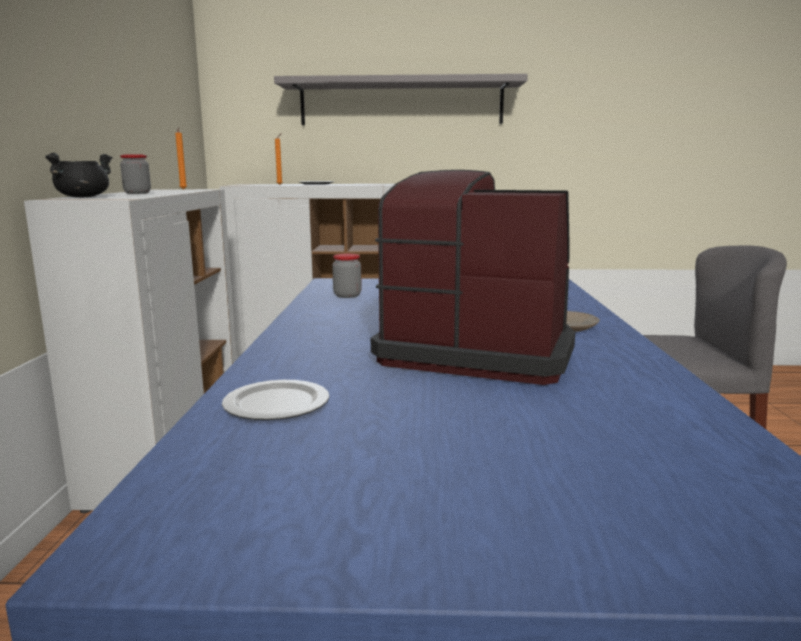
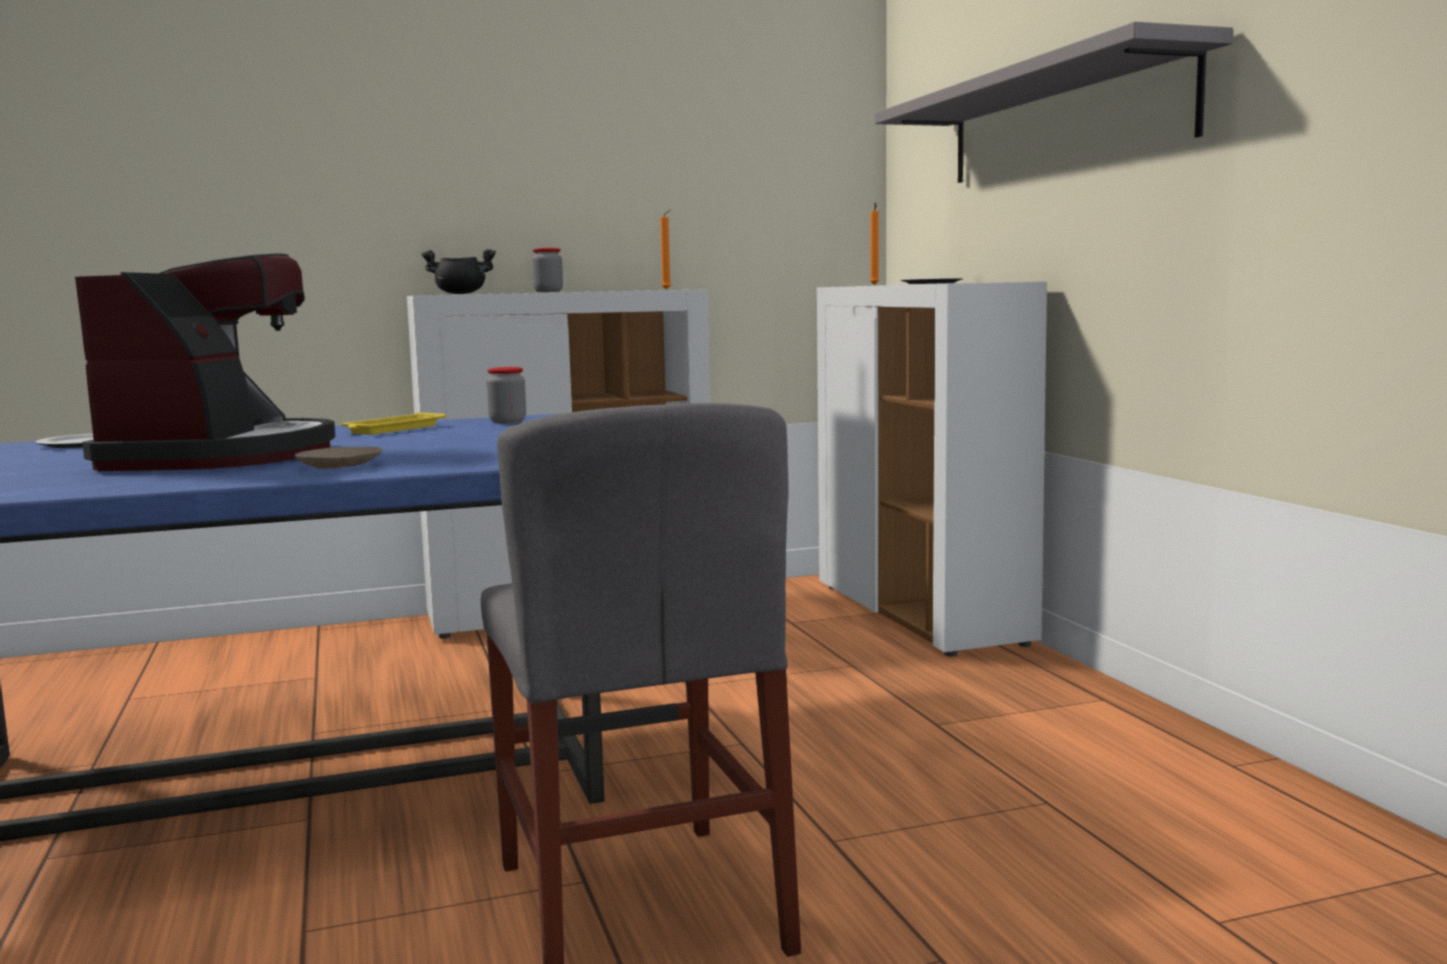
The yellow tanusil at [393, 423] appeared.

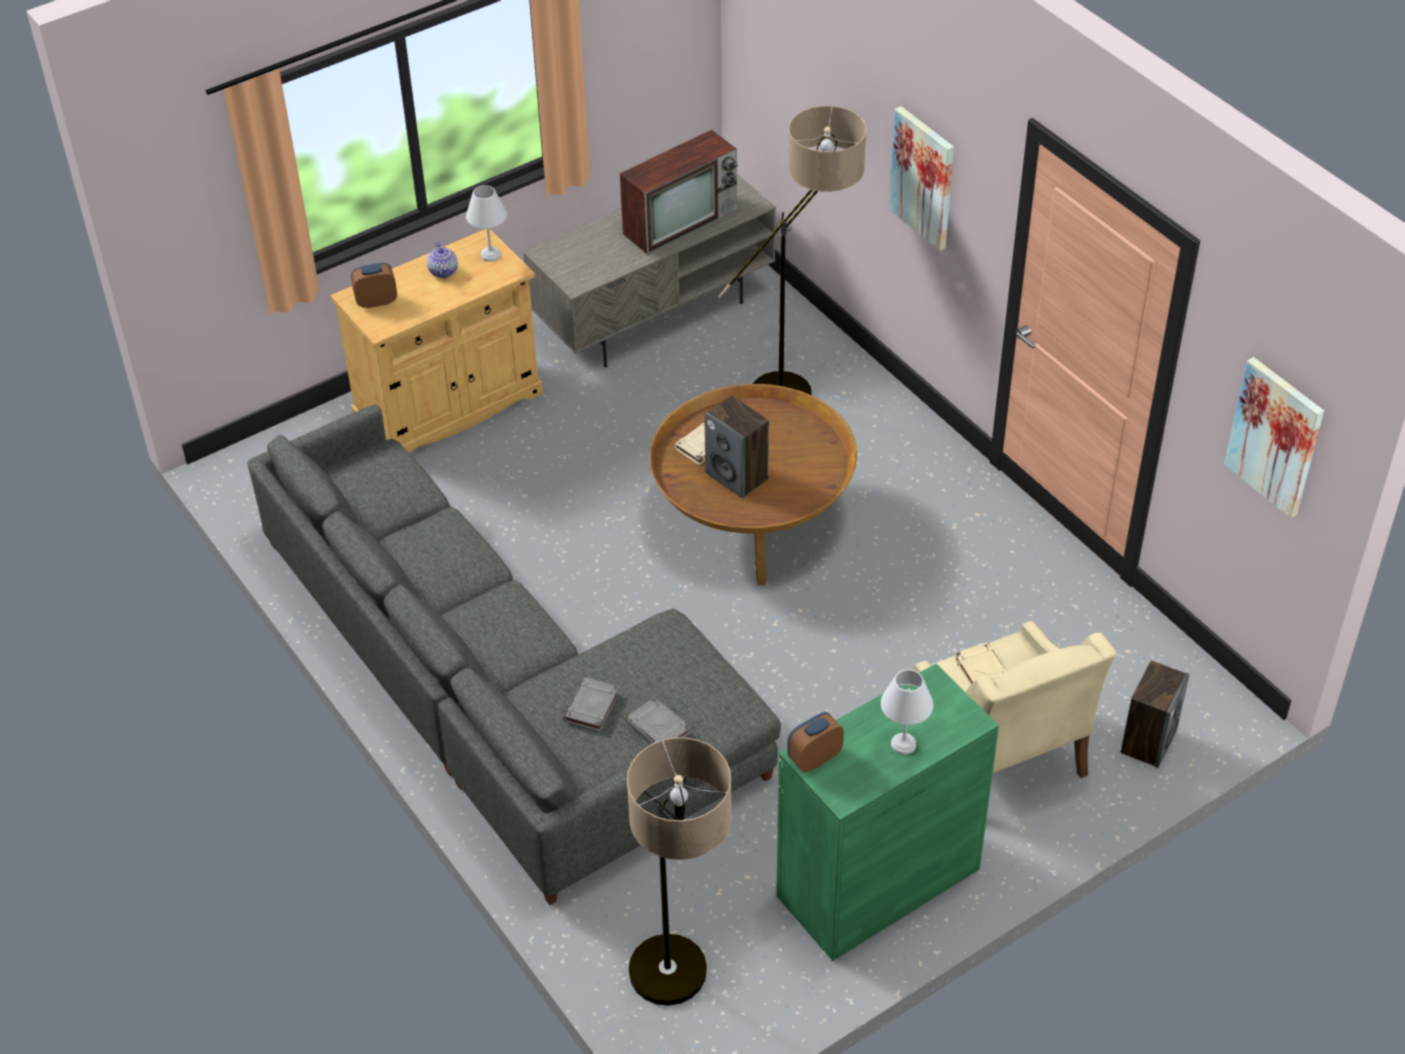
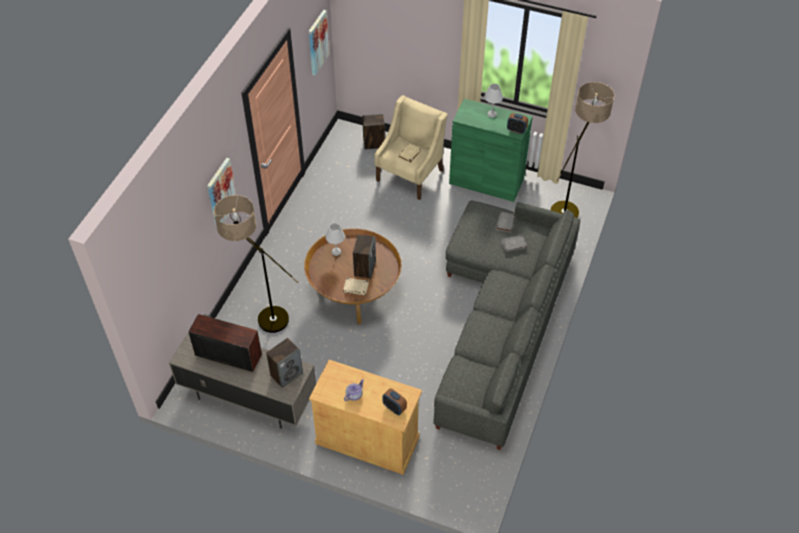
The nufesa at [284, 363] appeared.
The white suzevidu moved from [486, 223] to [335, 239].

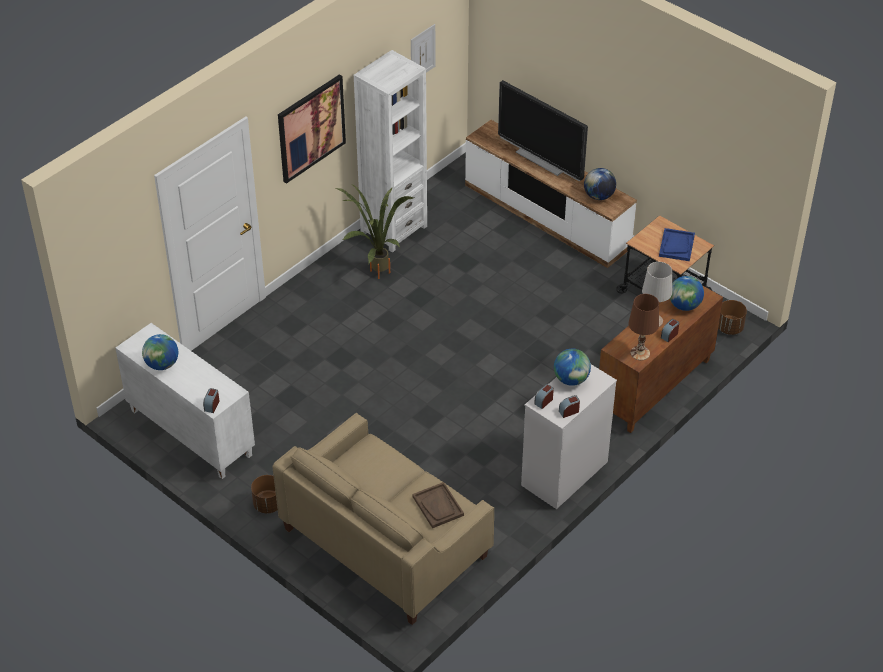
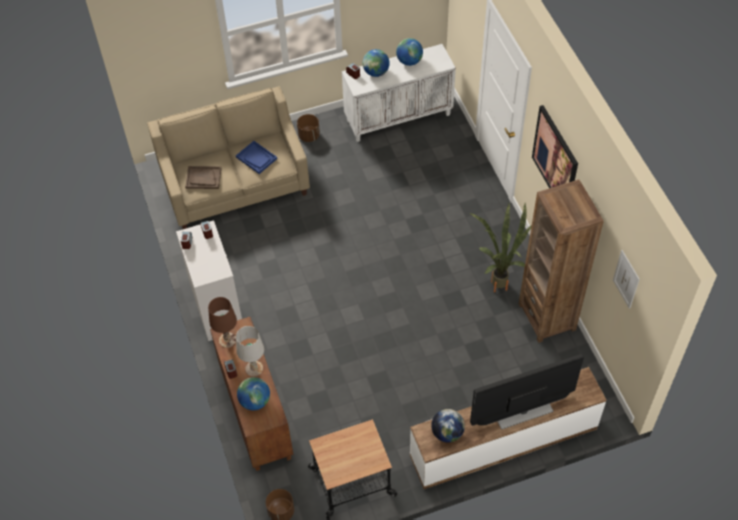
The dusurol moved from [572, 367] to [376, 63].
The blue tanusil moved from [677, 244] to [256, 157].
The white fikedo at [390, 151] became the brown fikedo at [561, 261].

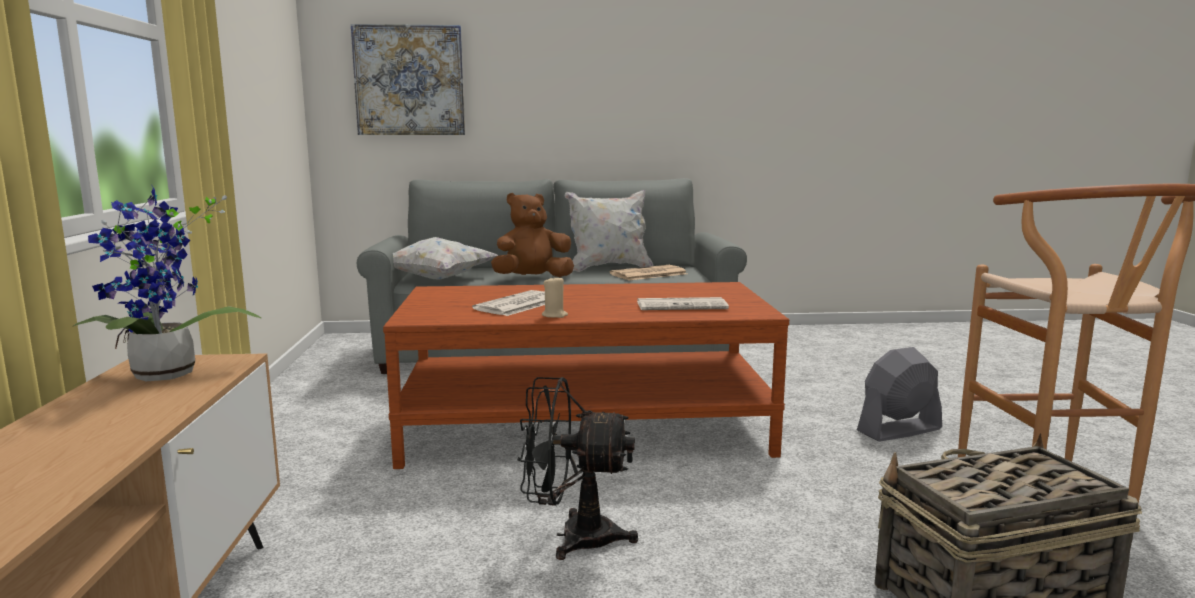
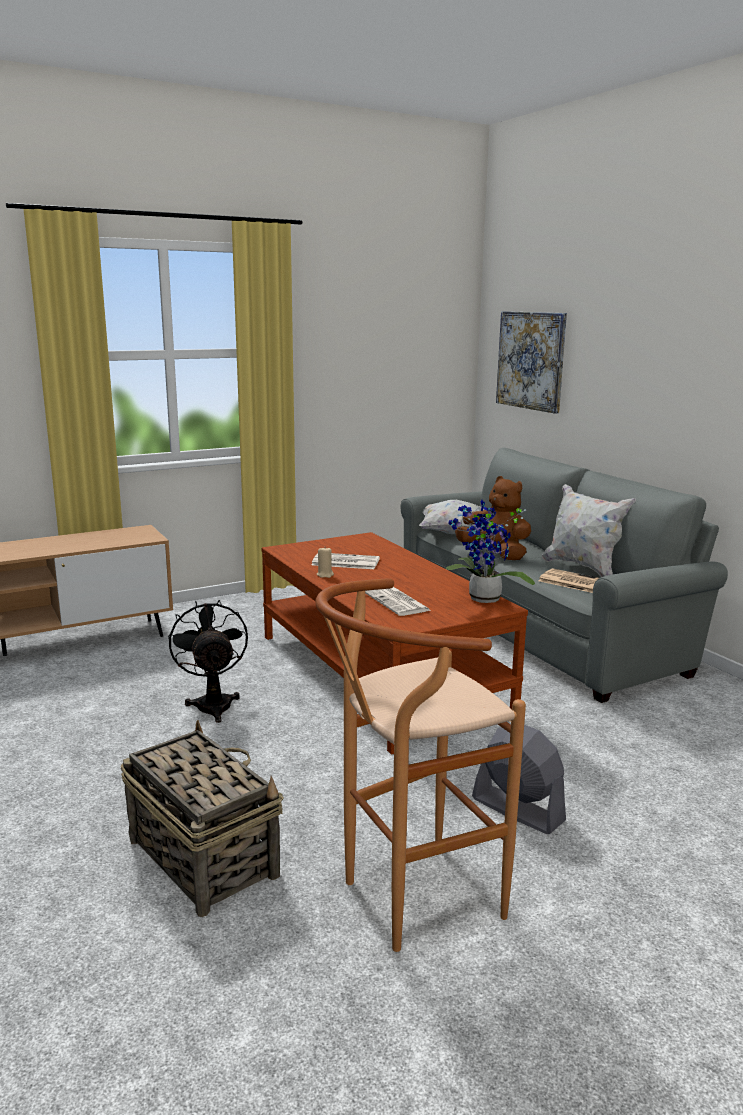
The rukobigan moved from [166, 282] to [490, 551].

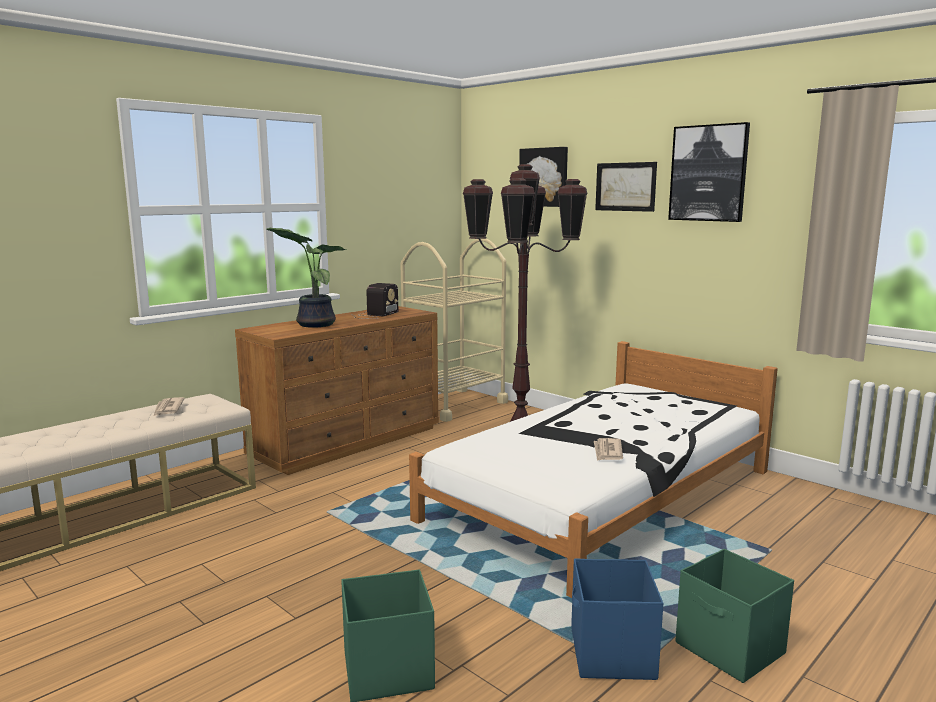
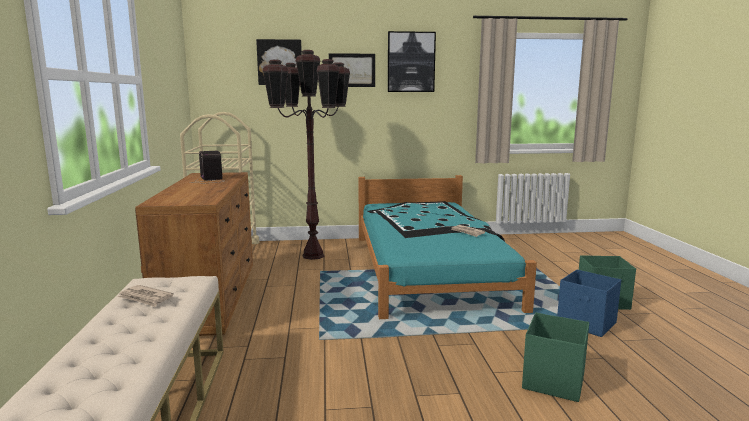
The rukobigan at [306, 278] disappeared.
The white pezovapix at [593, 469] became the turquoise pezovapix at [447, 247].

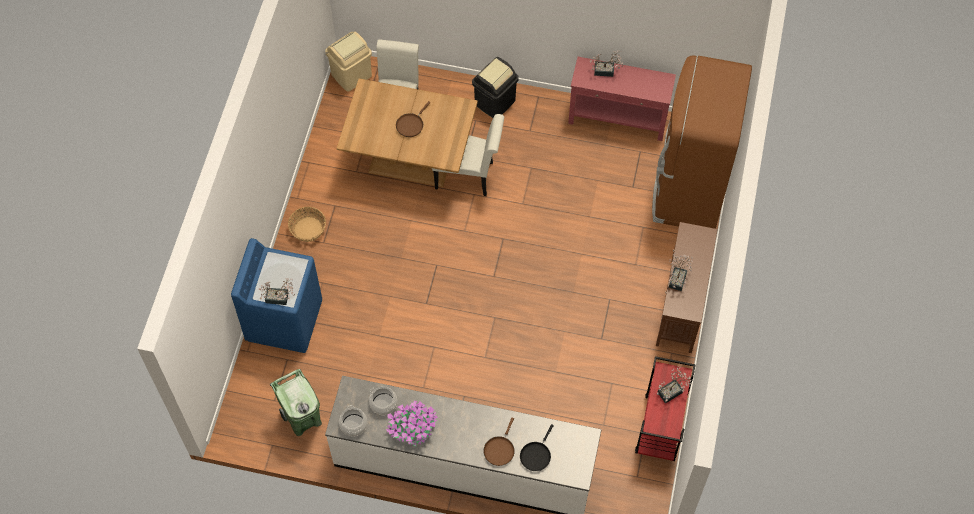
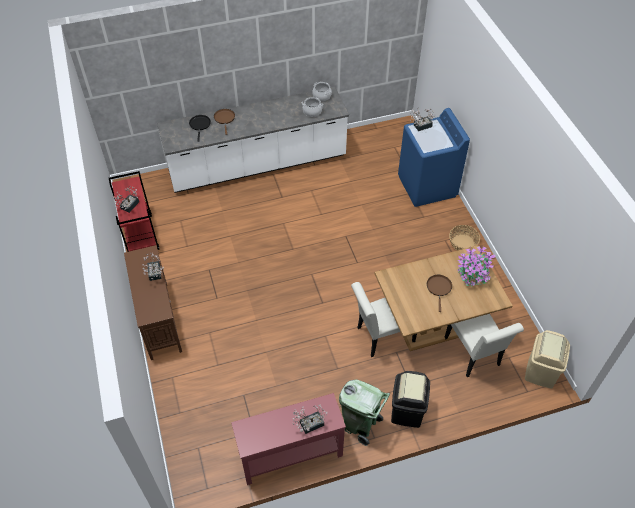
The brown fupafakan at [702, 142] disappeared.
The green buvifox moved from [296, 402] to [364, 412].
The rukobigan moved from [412, 423] to [476, 266].

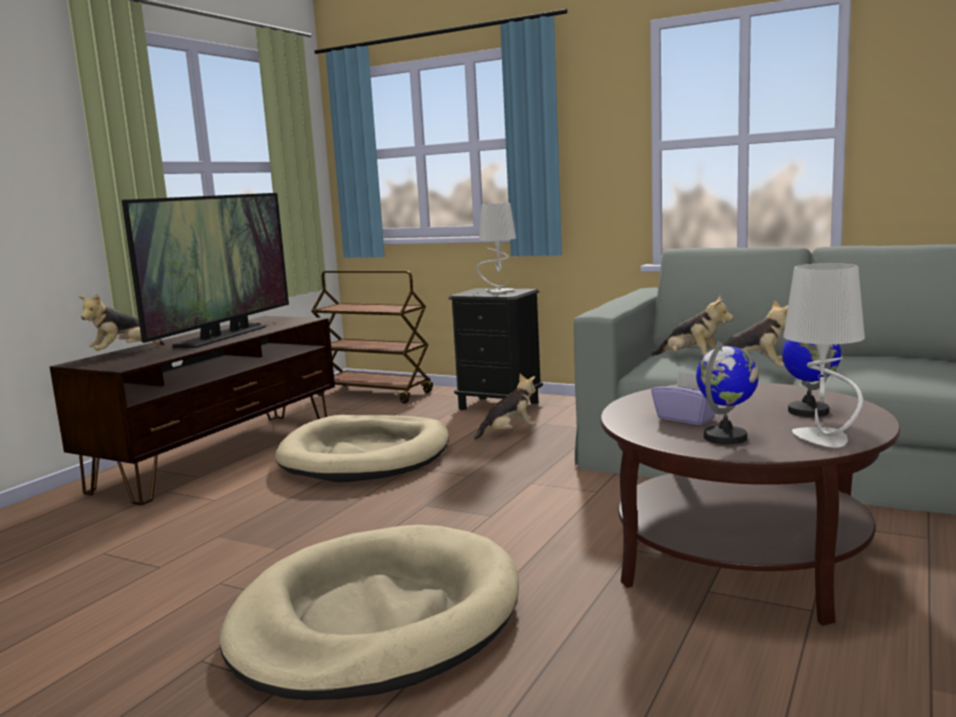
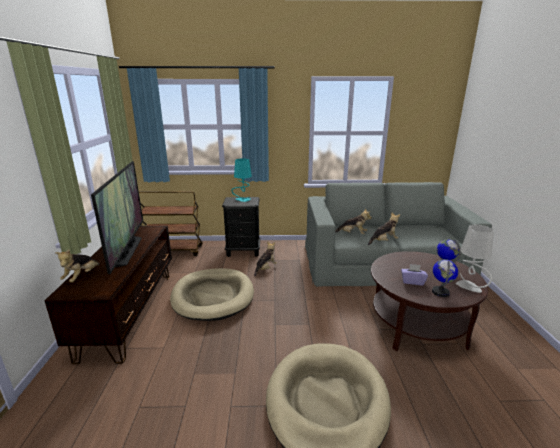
The grey suzevidu at [496, 248] became the turquoise suzevidu at [241, 180].

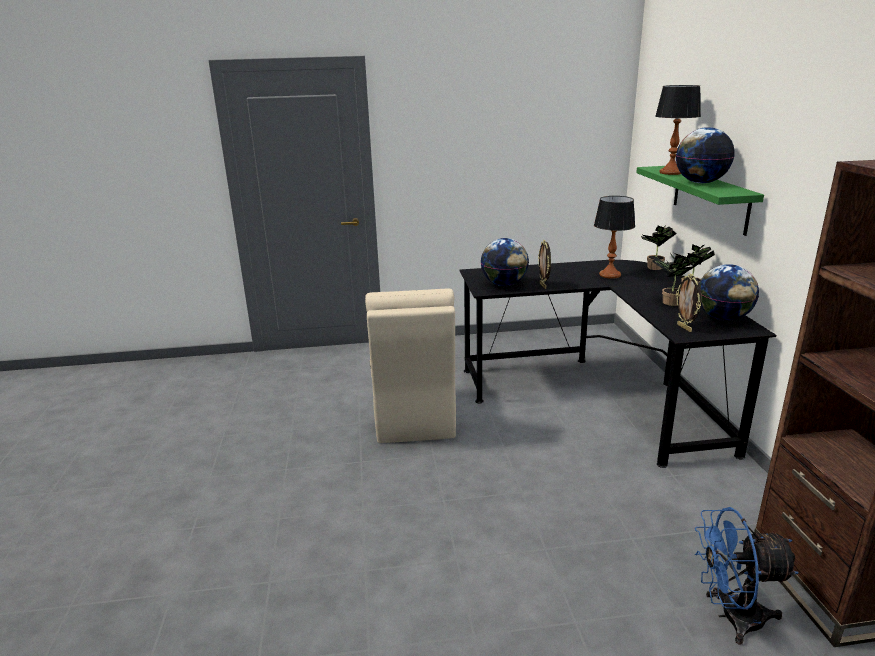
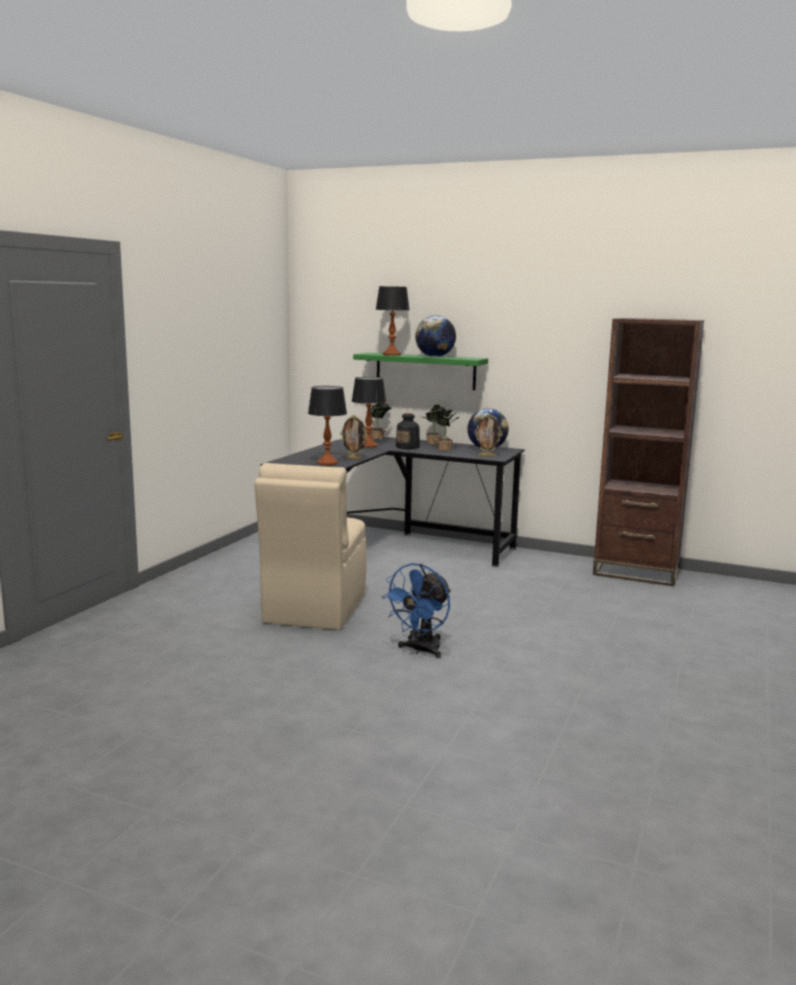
The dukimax at [408, 431] appeared.
The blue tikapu moved from [747, 576] to [416, 610].
The dusurol at [505, 262] was replaced by the suzevidu at [327, 425].
The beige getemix at [410, 366] turned 75 degrees clockwise.

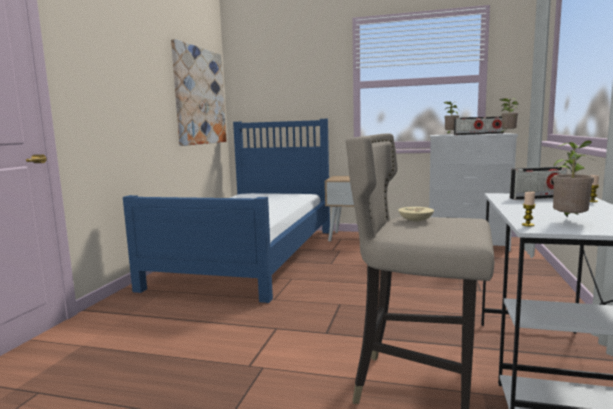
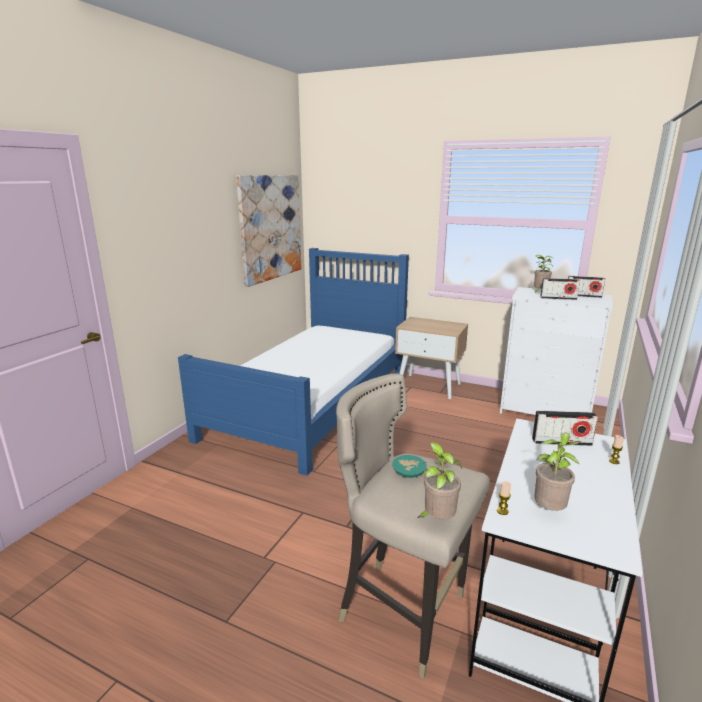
The rukobigan moved from [509, 115] to [439, 480].
The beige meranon at [416, 214] became the turquoise meranon at [409, 466].

